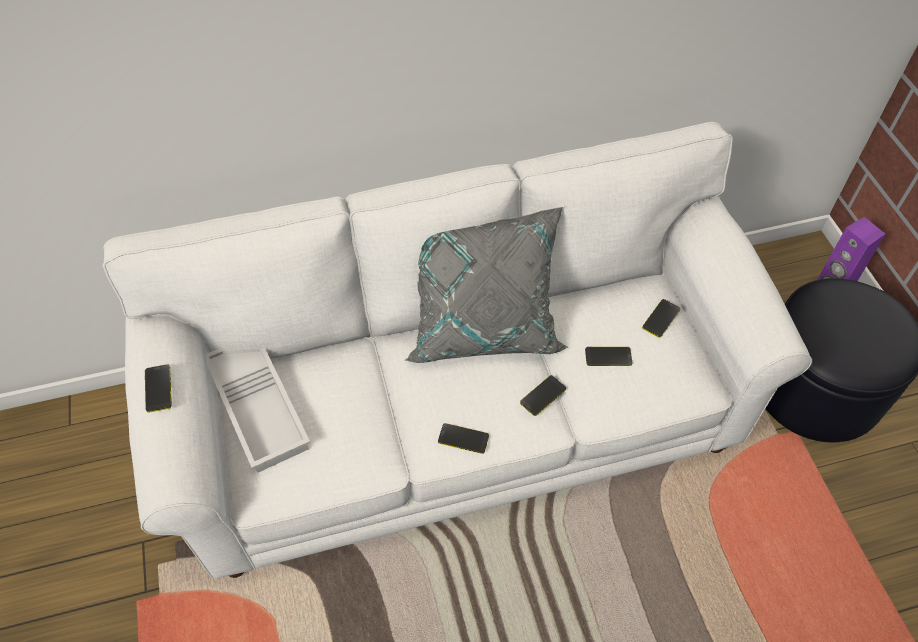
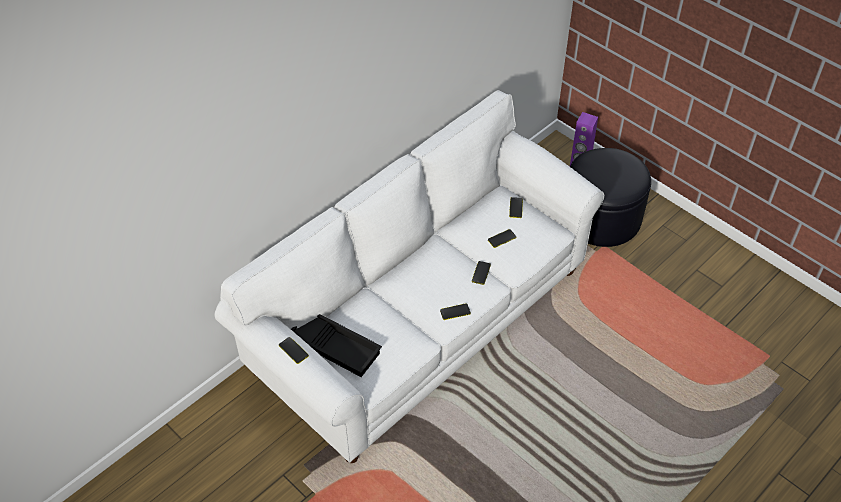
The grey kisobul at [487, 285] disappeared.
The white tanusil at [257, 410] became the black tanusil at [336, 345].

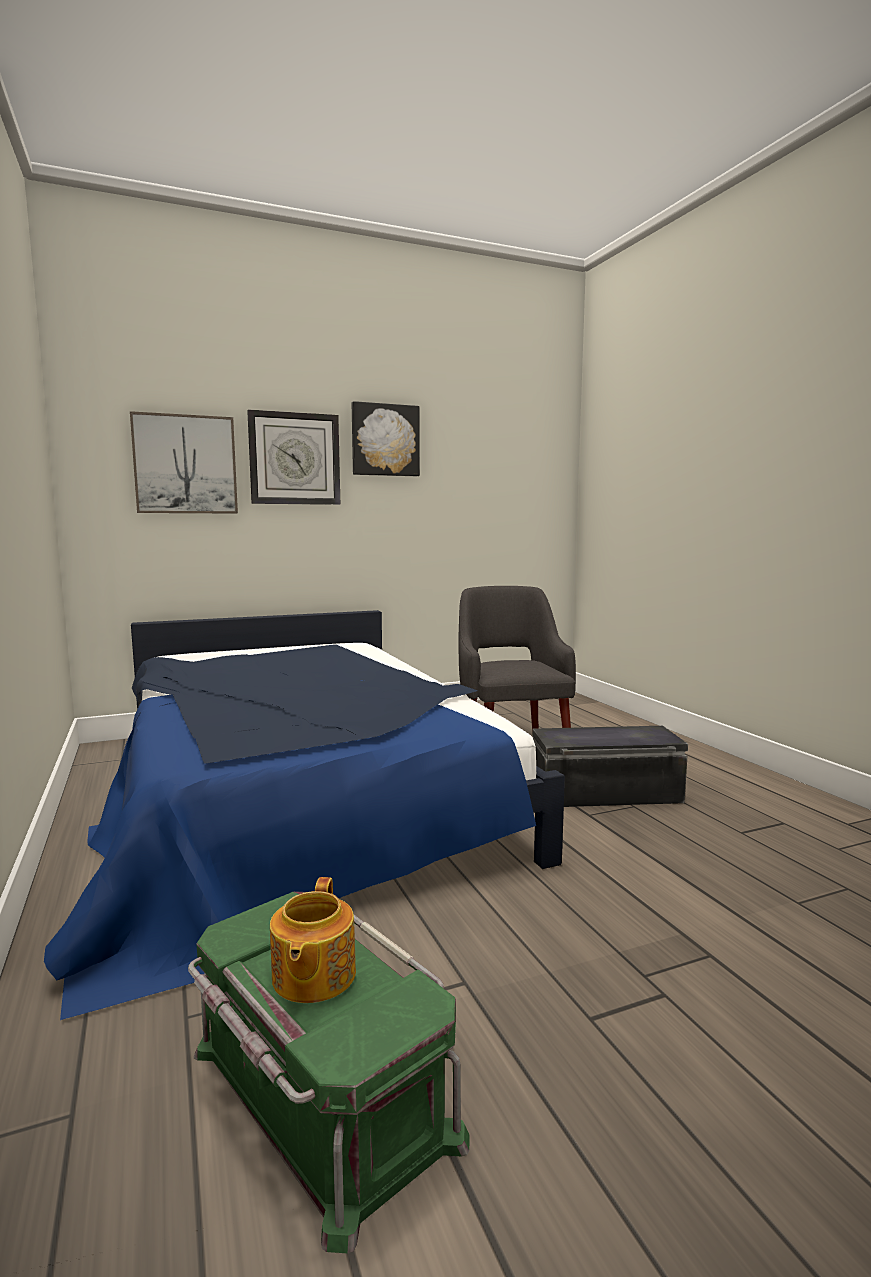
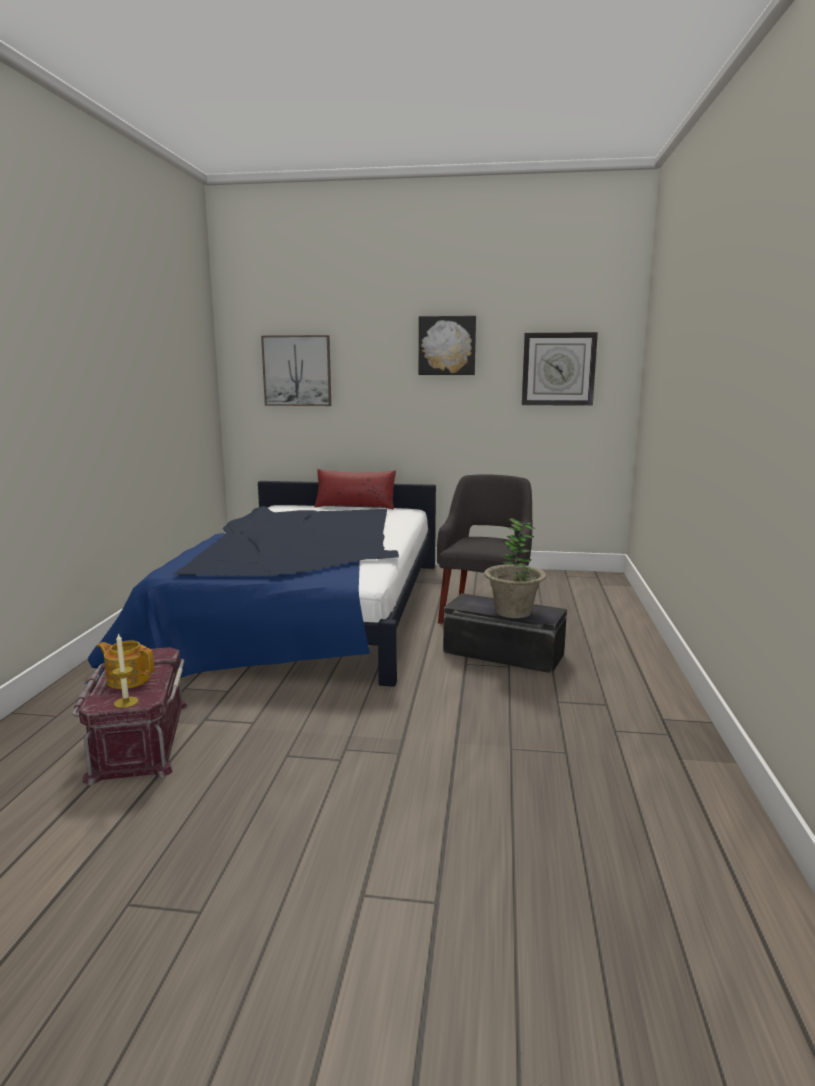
The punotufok at [125, 671] appeared.
The red kisobul at [355, 489] appeared.
The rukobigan at [515, 568] appeared.
The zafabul moved from [293, 457] to [560, 369].
The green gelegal at [329, 1072] became the red gelegal at [130, 716].
The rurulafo at [313, 940] turned 75 degrees clockwise.

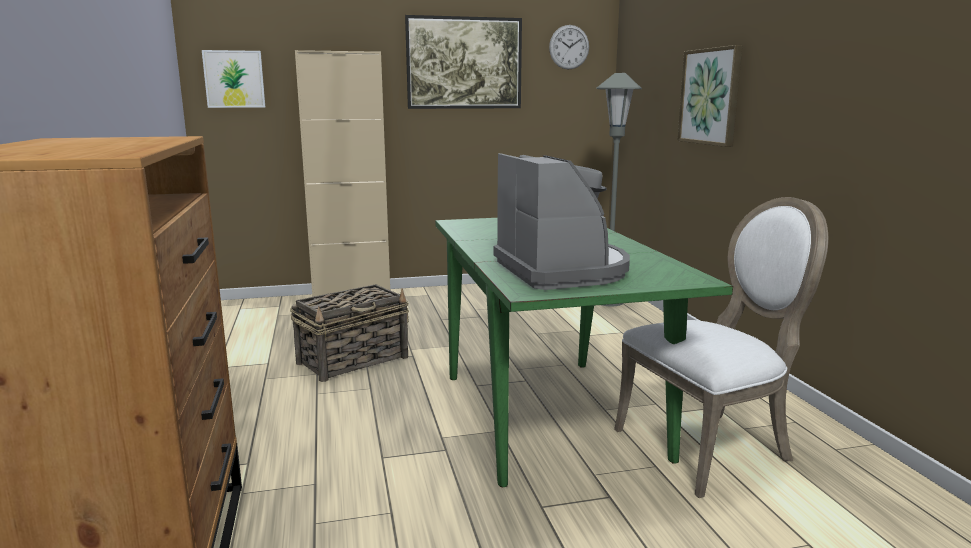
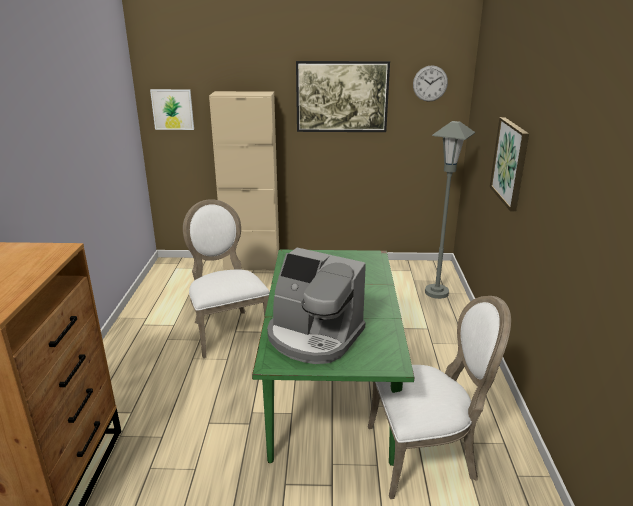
The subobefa at [349, 333] was replaced by the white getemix at [226, 278].
The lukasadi at [561, 221] turned 120 degrees clockwise.

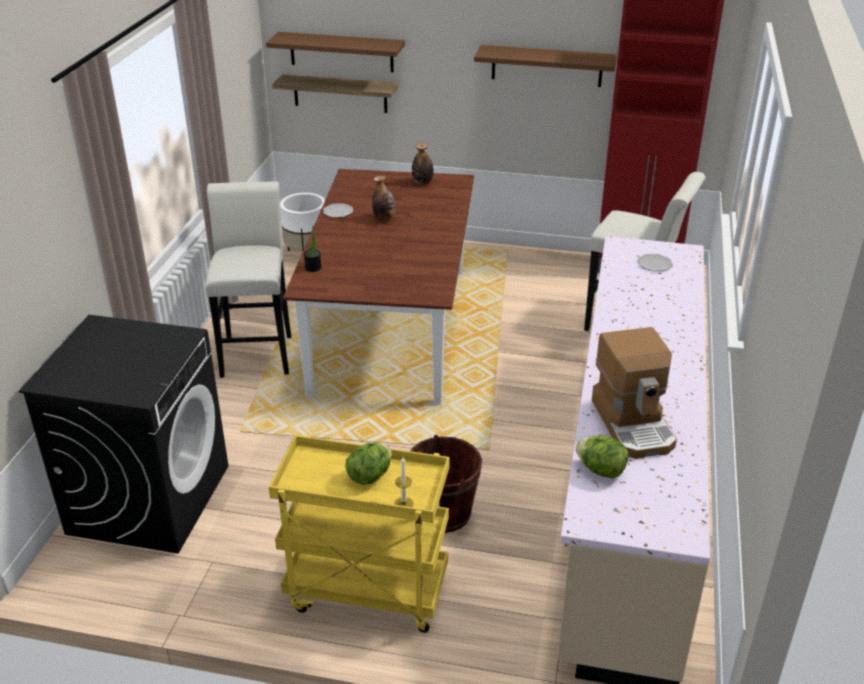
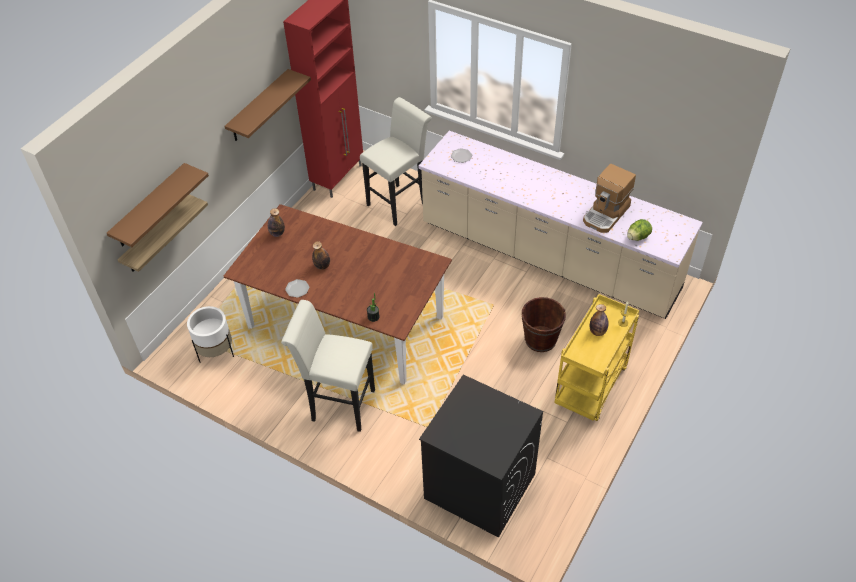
The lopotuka at [368, 464] was replaced by the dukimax at [599, 320].
The lukasadi at [634, 393] turned 120 degrees clockwise.

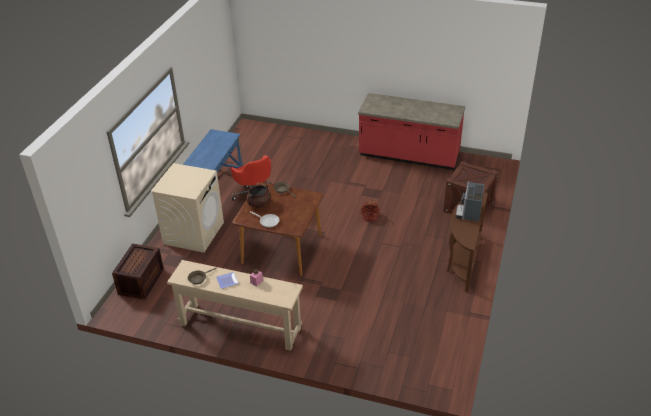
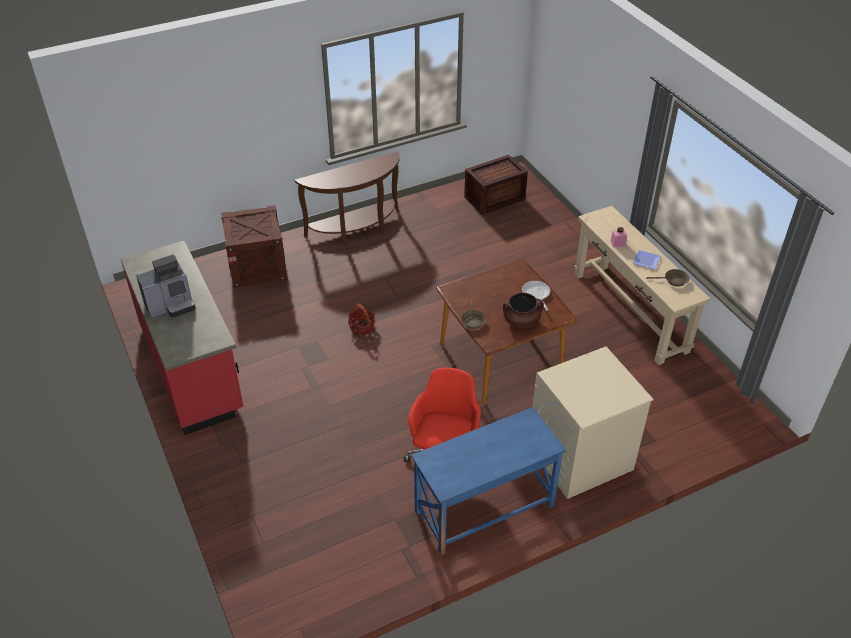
The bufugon moved from [138, 271] to [496, 185].
The lukasadi moved from [469, 201] to [166, 286].

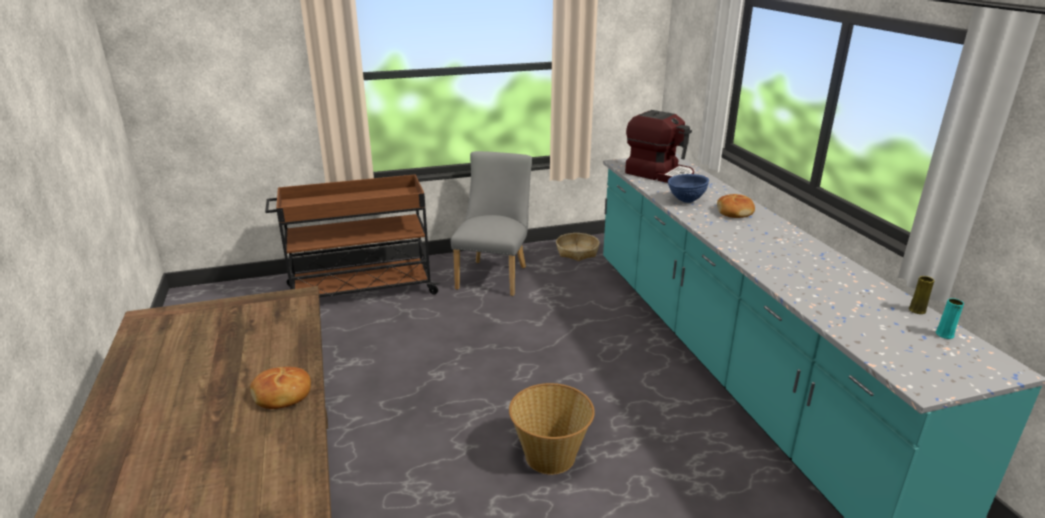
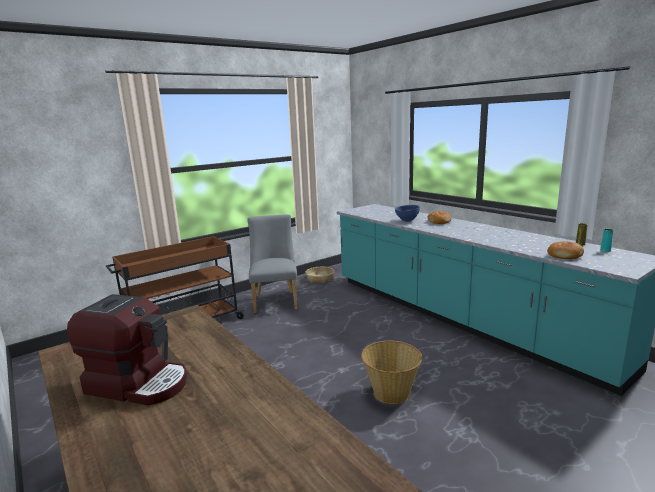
The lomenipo moved from [280, 388] to [565, 250].
The lukasadi moved from [659, 146] to [127, 349].

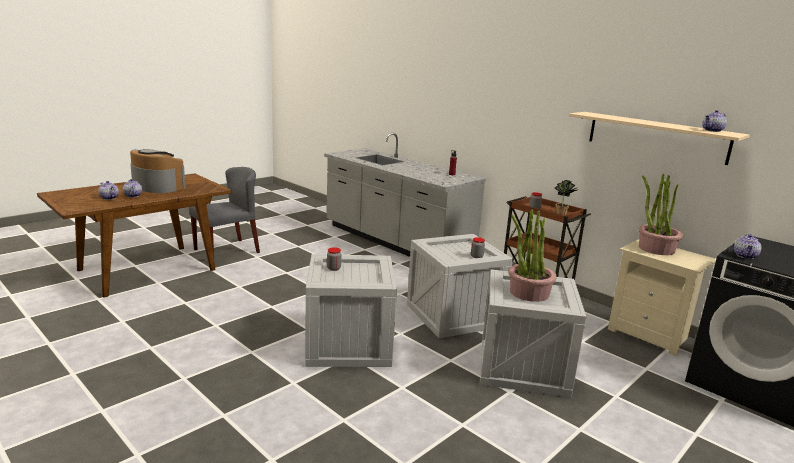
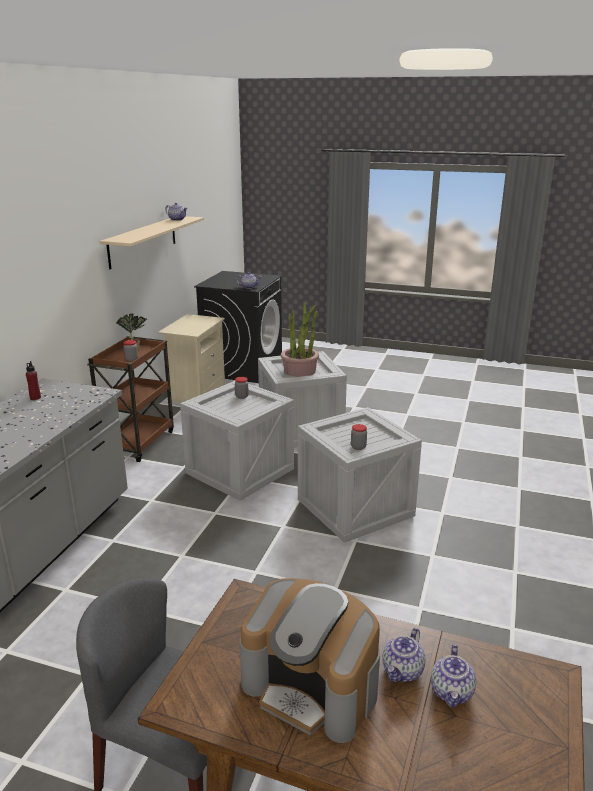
The rukobigan at [661, 214] disappeared.
The lukasadi at [158, 171] turned 60 degrees counterclockwise.

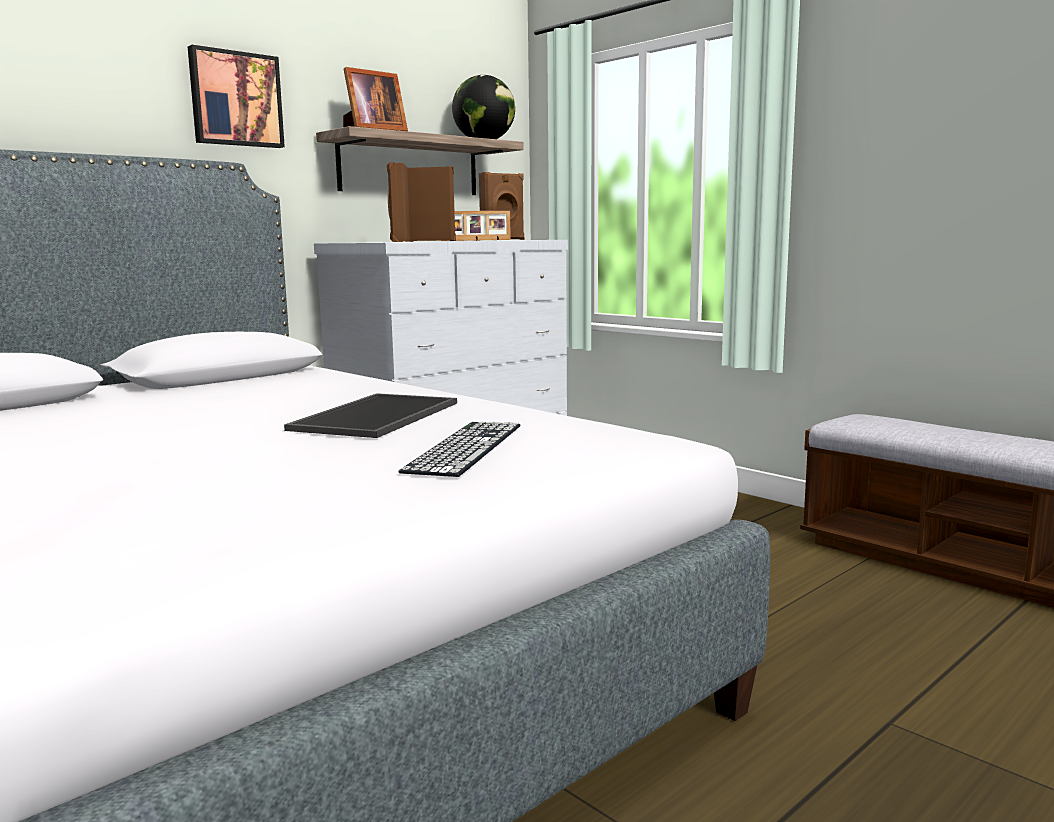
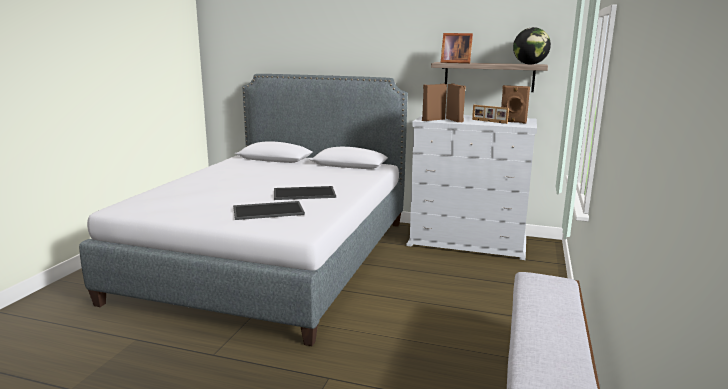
The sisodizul at [236, 96] disappeared.
The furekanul at [459, 449] was replaced by the tanusil at [269, 210].

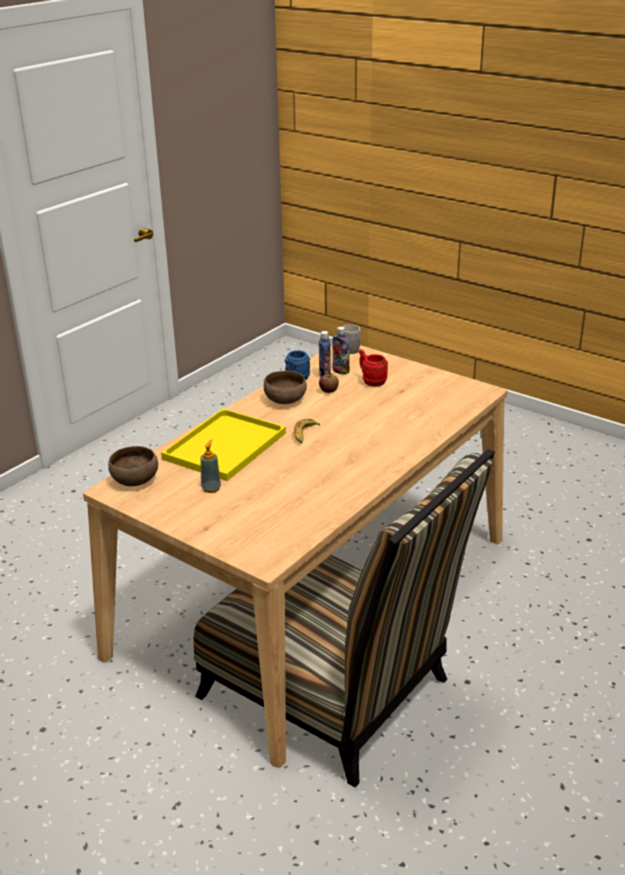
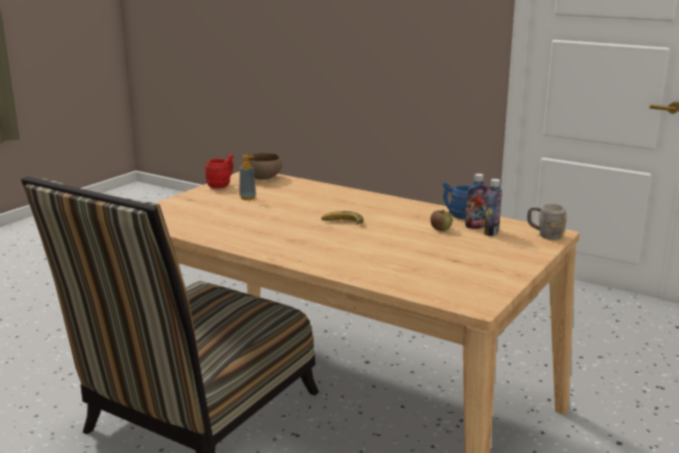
The yellow tanusil at [223, 444] disappeared.
The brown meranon at [285, 387] disappeared.
The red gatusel moved from [373, 367] to [219, 171].

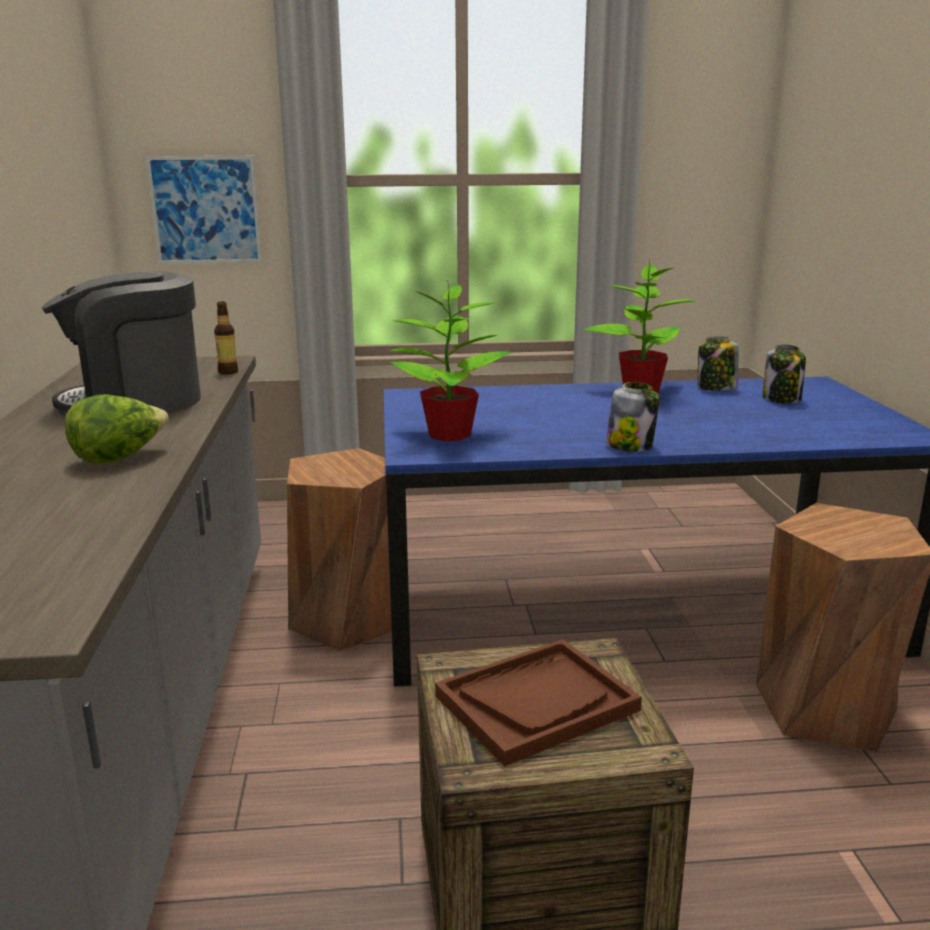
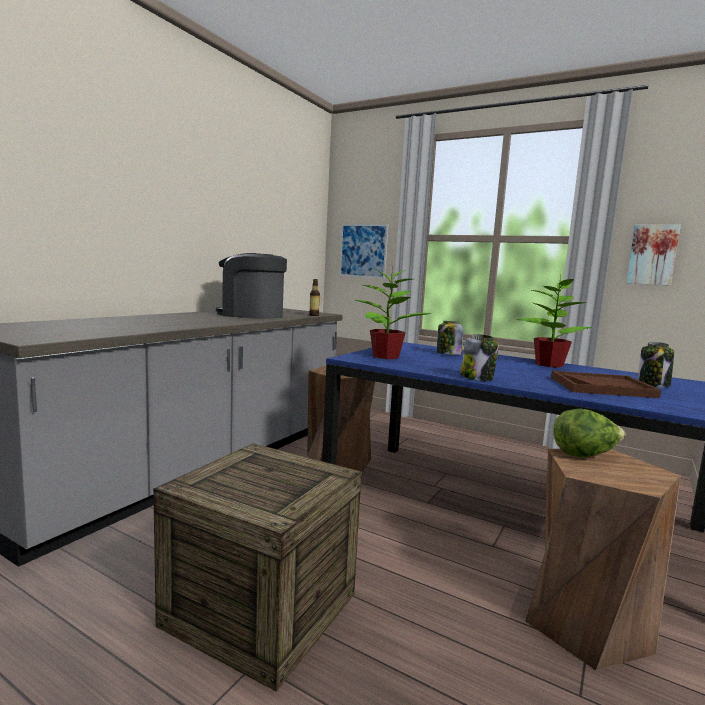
The sisodizul at [653, 255] appeared.
The lopotuka moved from [117, 429] to [589, 433].
The brown tanusil moved from [538, 703] to [606, 384].
The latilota moved from [718, 364] to [450, 338].

